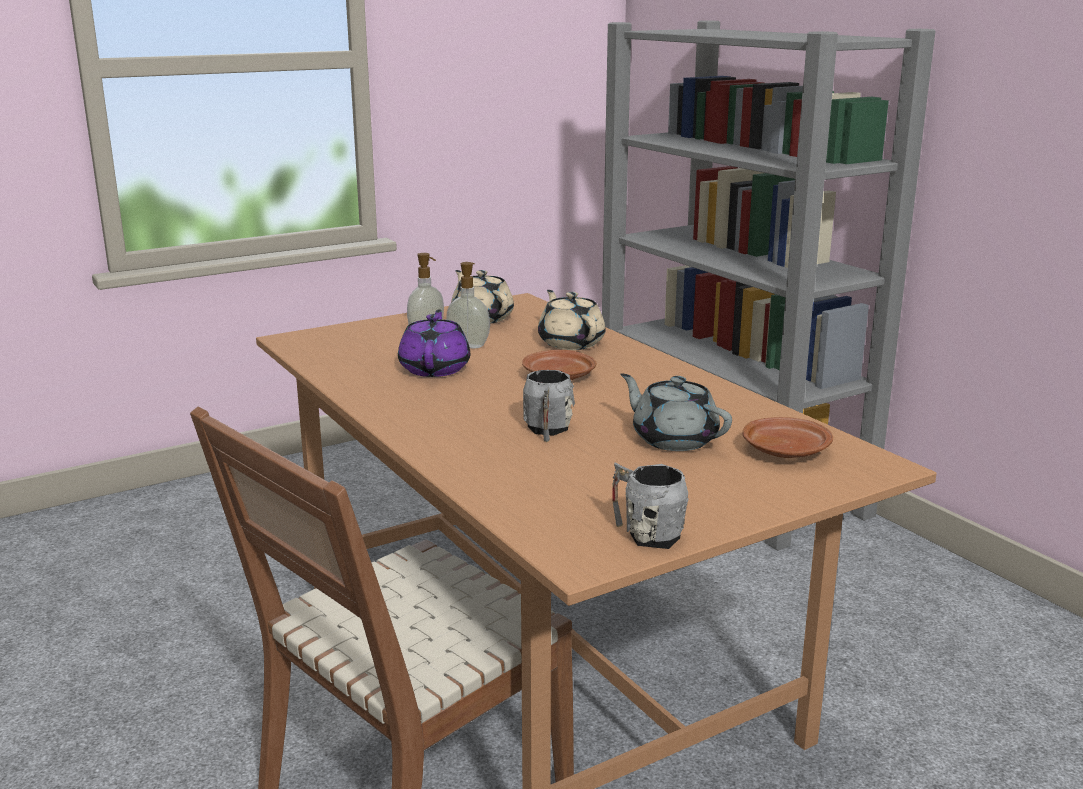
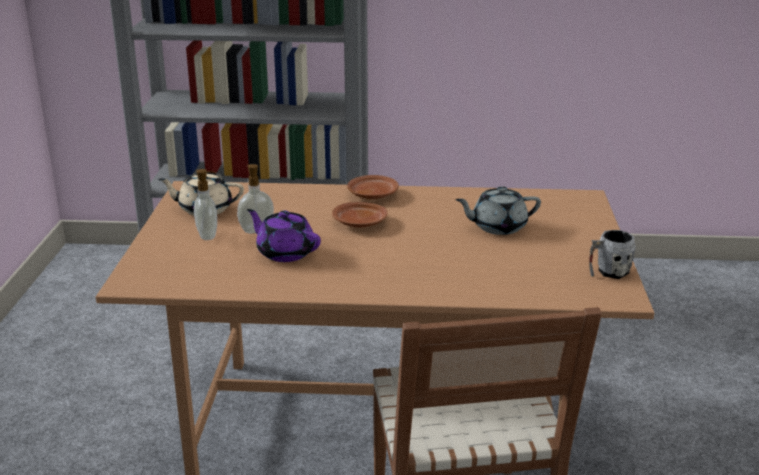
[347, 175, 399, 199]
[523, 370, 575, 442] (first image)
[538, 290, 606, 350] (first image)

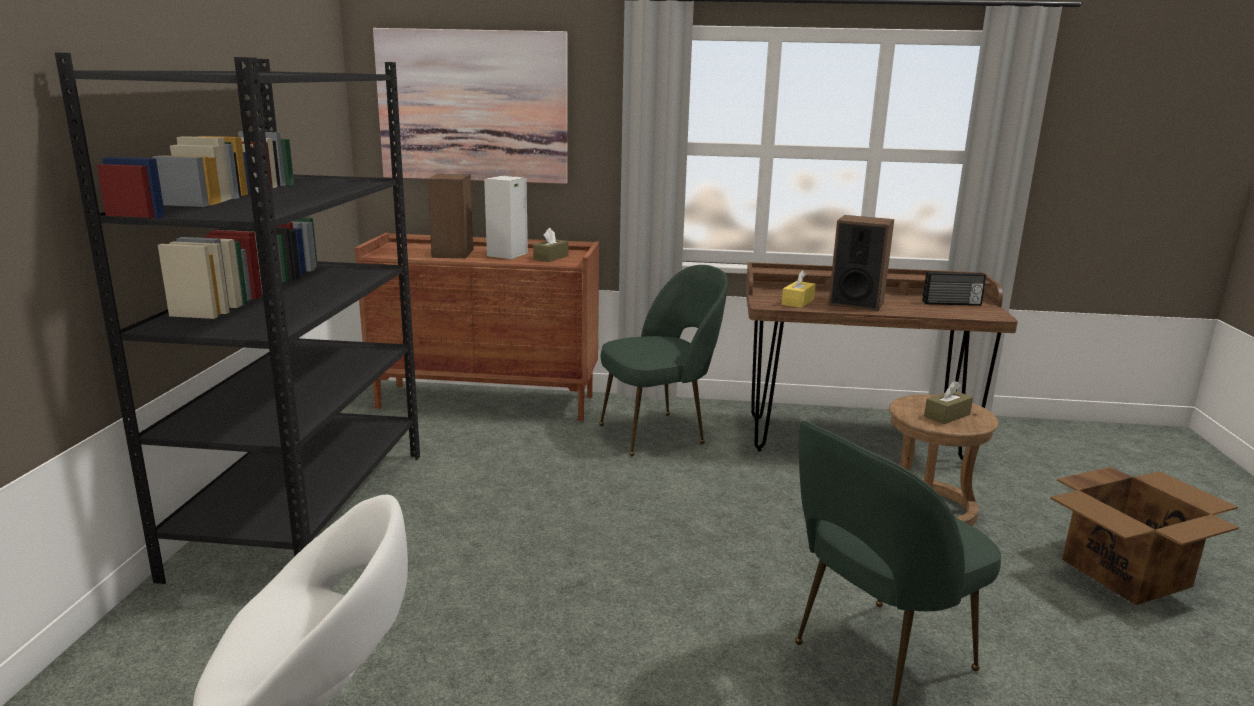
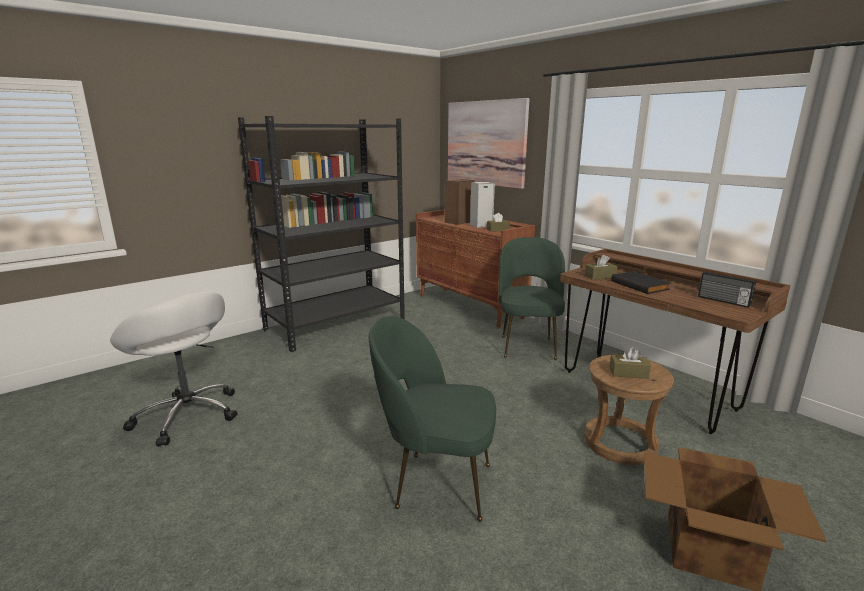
[499, 237, 565, 360]
[585, 254, 617, 280]
[611, 271, 671, 294]

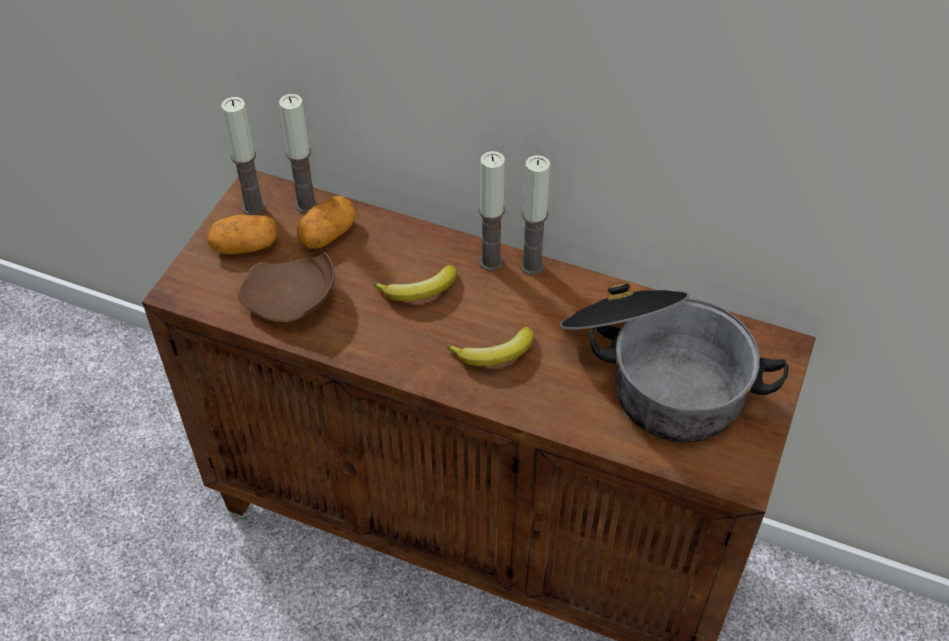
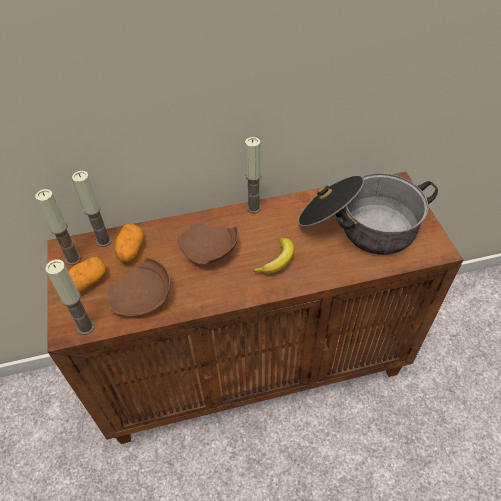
[45, 259, 95, 335]
[178, 222, 238, 264]

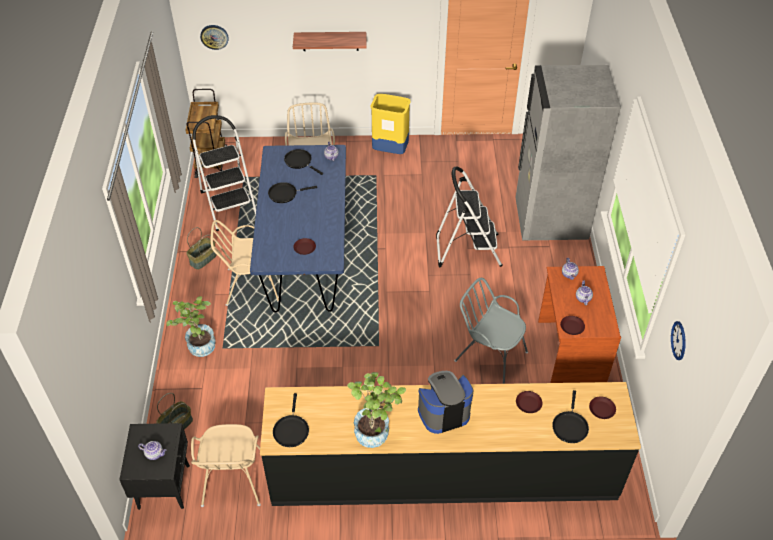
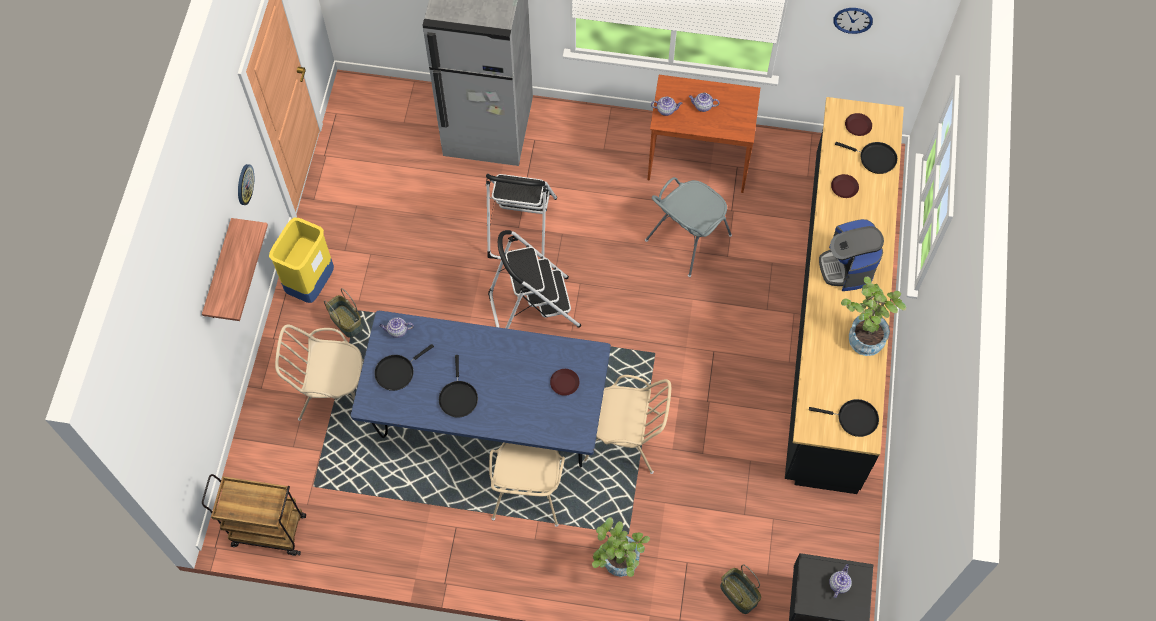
[238, 164, 254, 205]
[324, 288, 363, 338]
[488, 230, 581, 329]
[583, 375, 671, 474]
[560, 316, 585, 335] (first image)

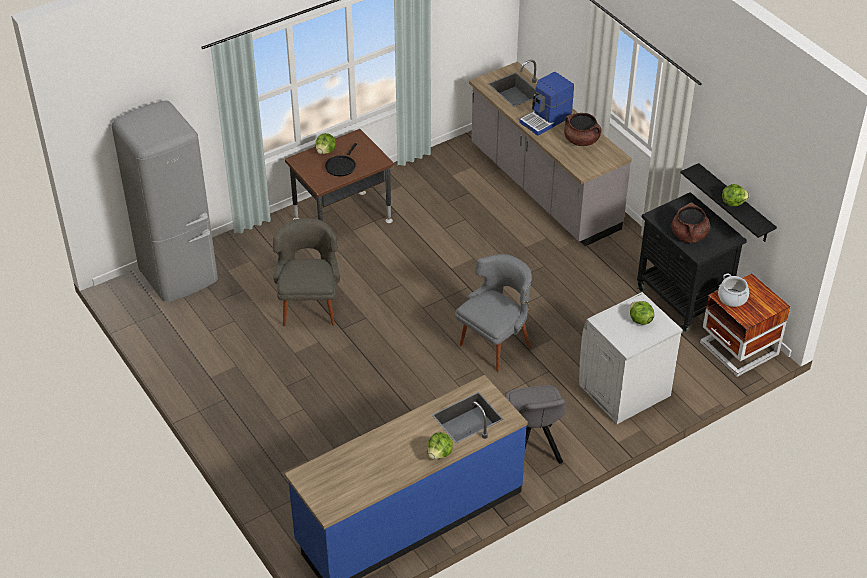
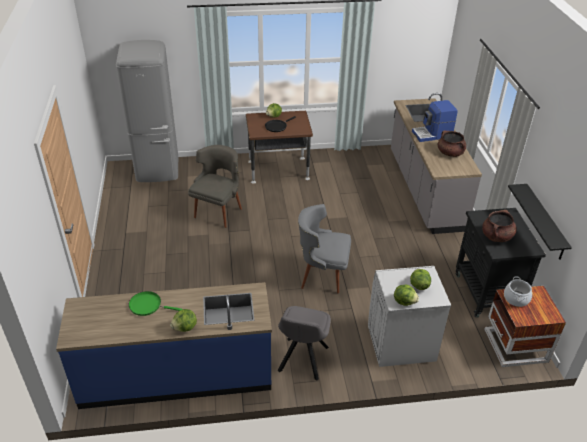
[129, 291, 183, 316]
[298, 204, 351, 294]
[394, 285, 419, 306]

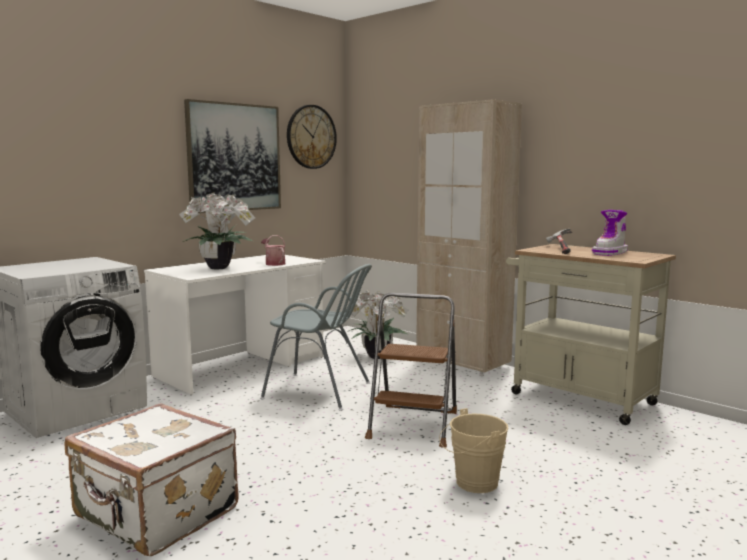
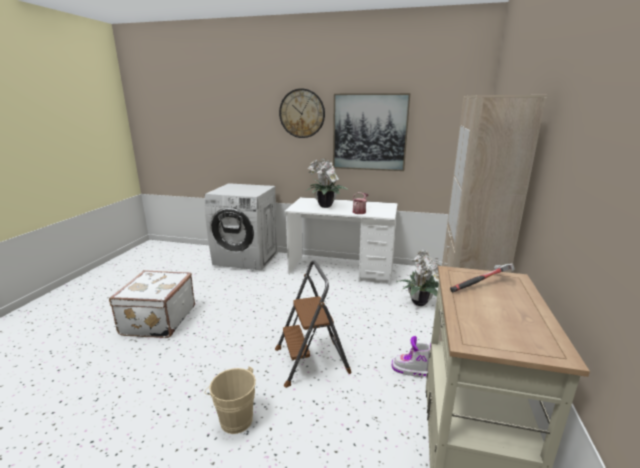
[279, 88, 325, 138]
[392, 336, 431, 377]
[260, 264, 372, 411] (first image)

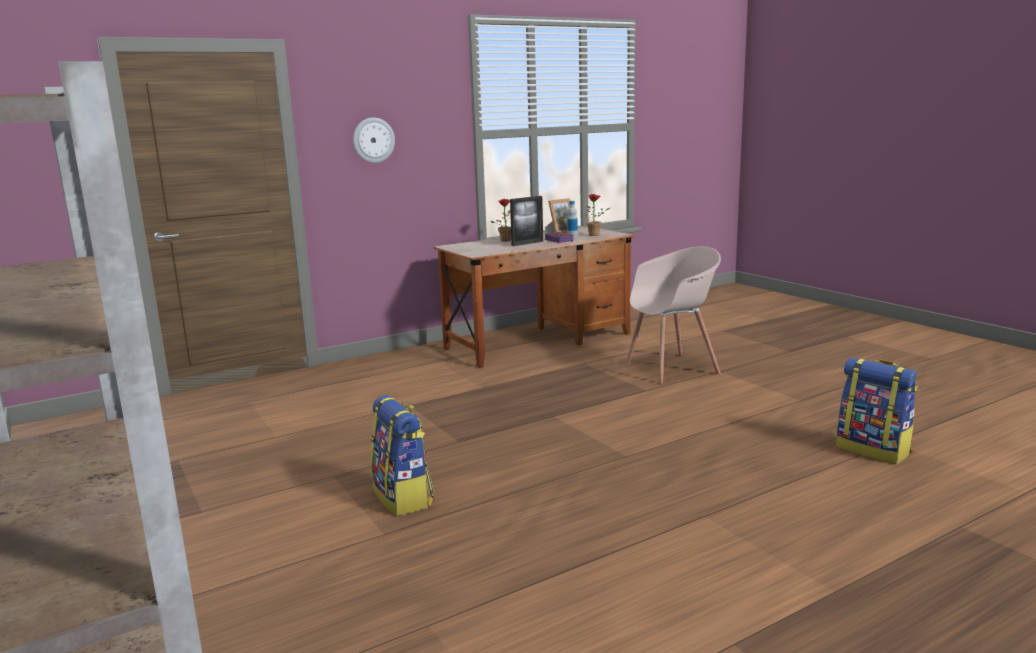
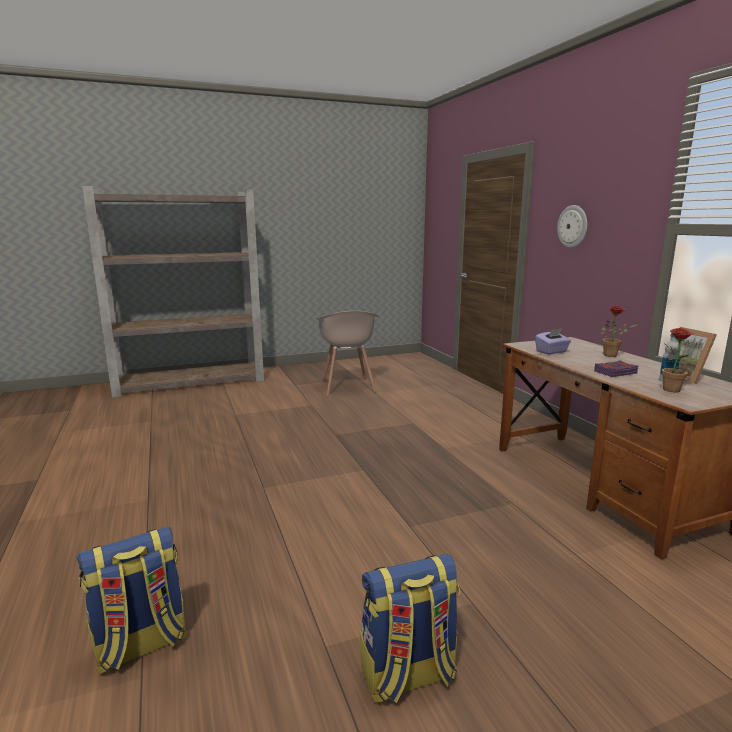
[316, 311, 380, 396]
[360, 554, 460, 703]
[535, 328, 571, 354]
[510, 196, 543, 246] (first image)

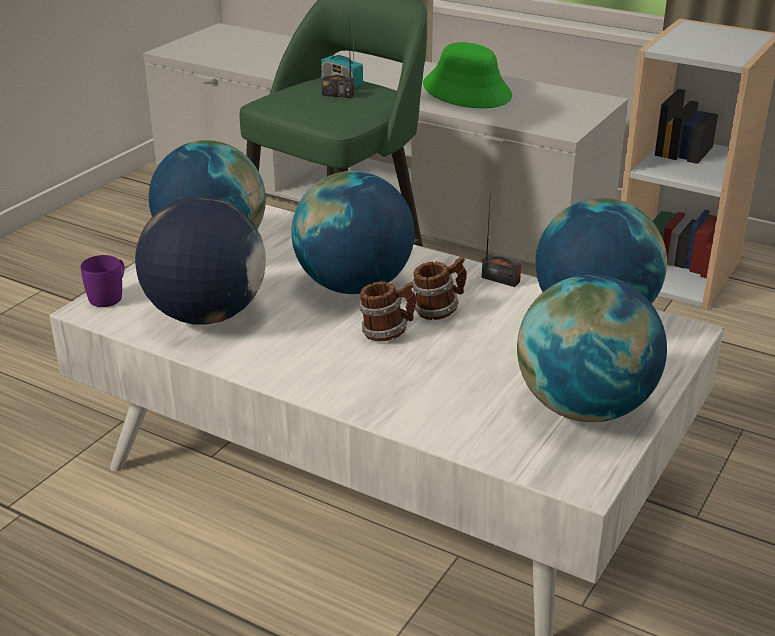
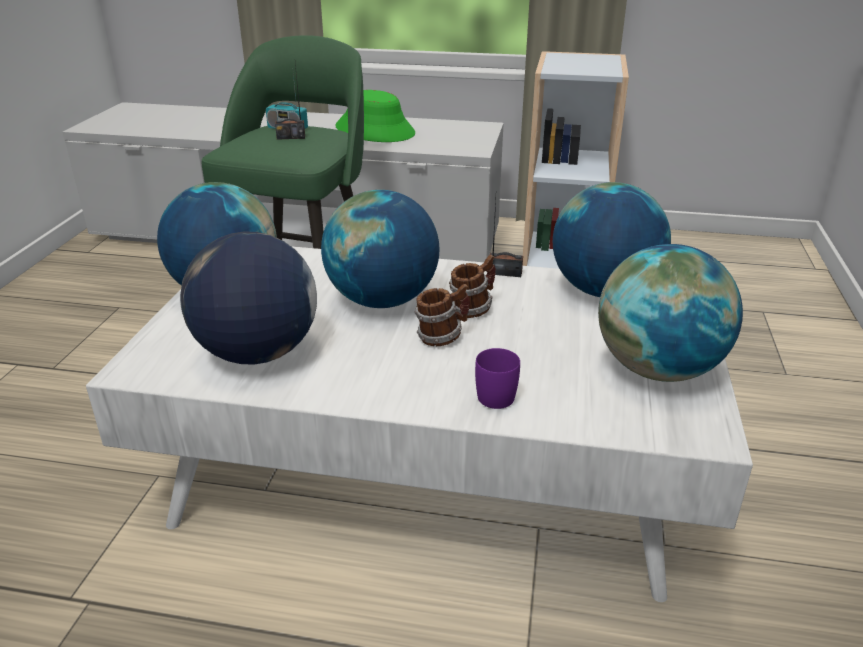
[475, 348, 520, 409]

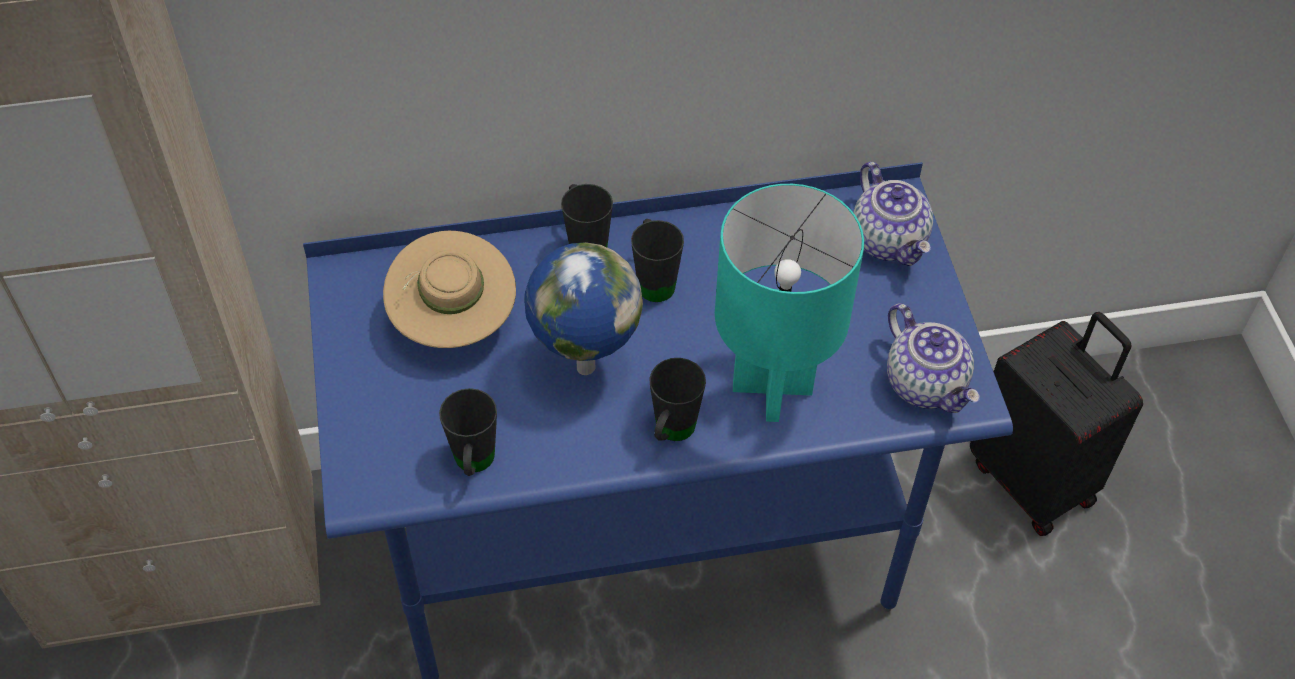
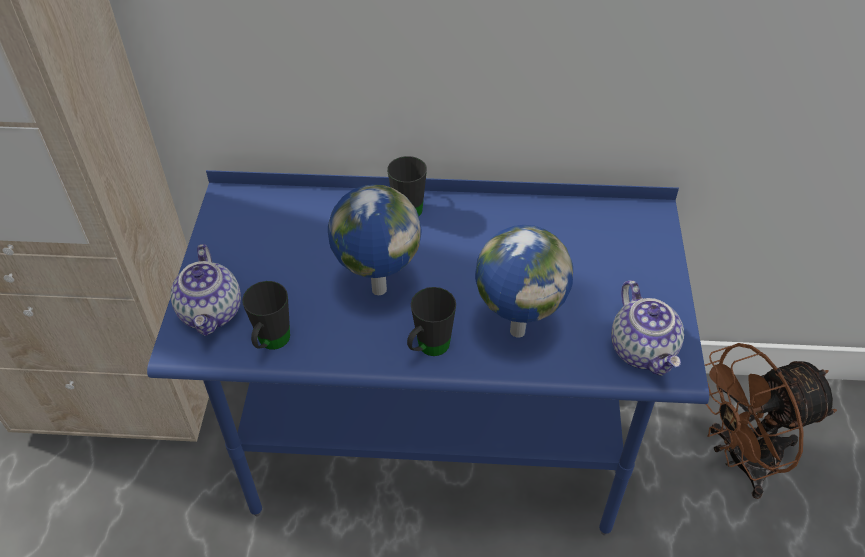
[171, 244, 241, 336]
[475, 225, 573, 338]
[705, 343, 837, 499]
[383, 231, 516, 348] (first image)
[631, 219, 684, 302] (first image)

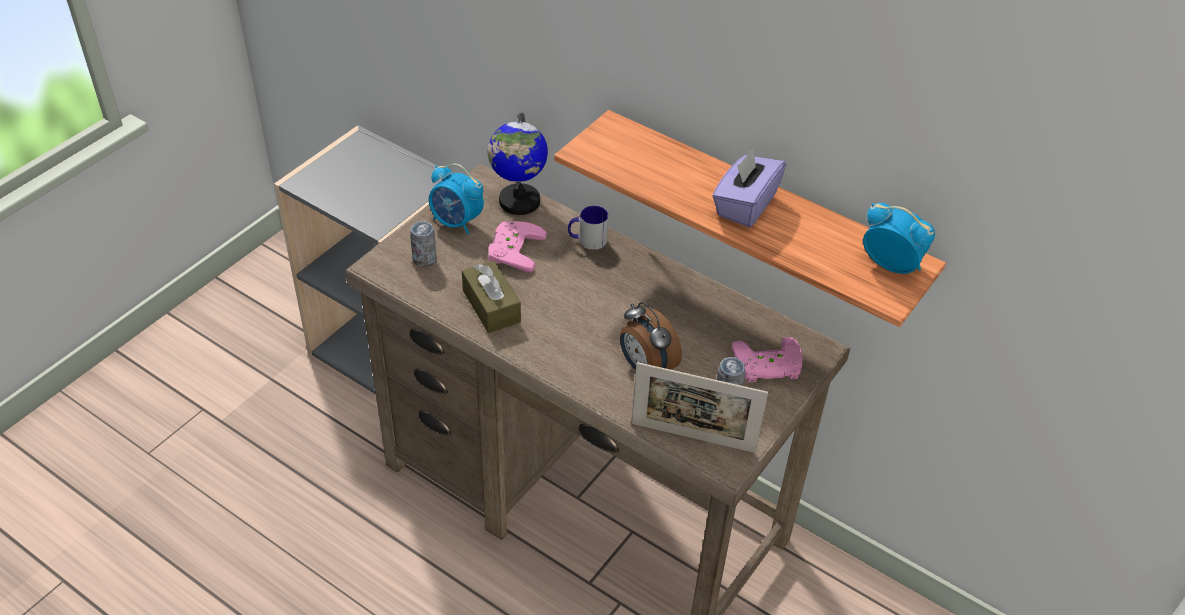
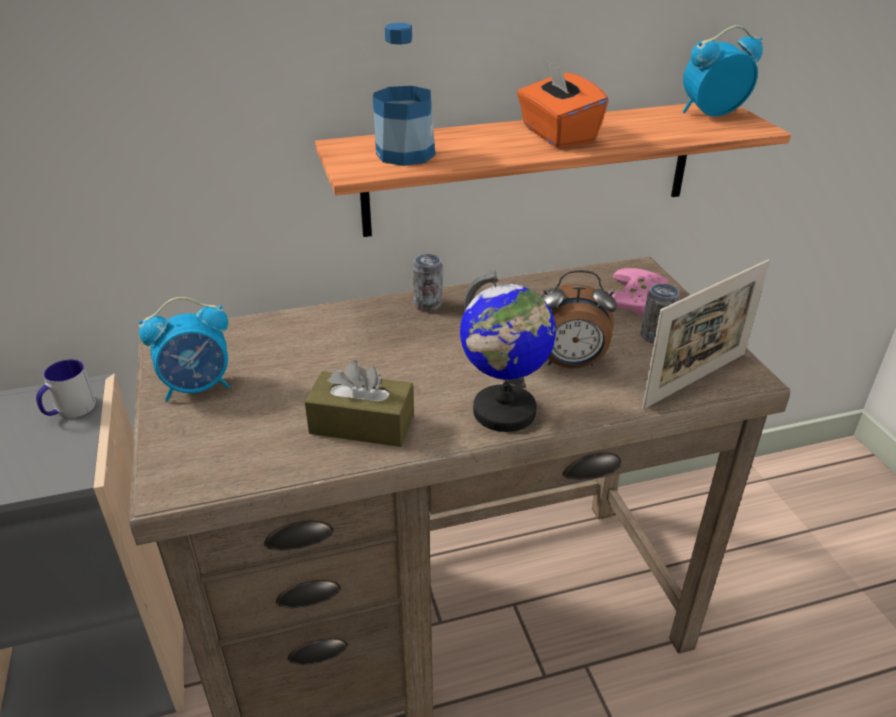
[36, 359, 96, 418]
[373, 23, 435, 166]
[413, 254, 443, 311]
[460, 270, 556, 432]
[517, 61, 609, 148]
[488, 221, 547, 272] (first image)

